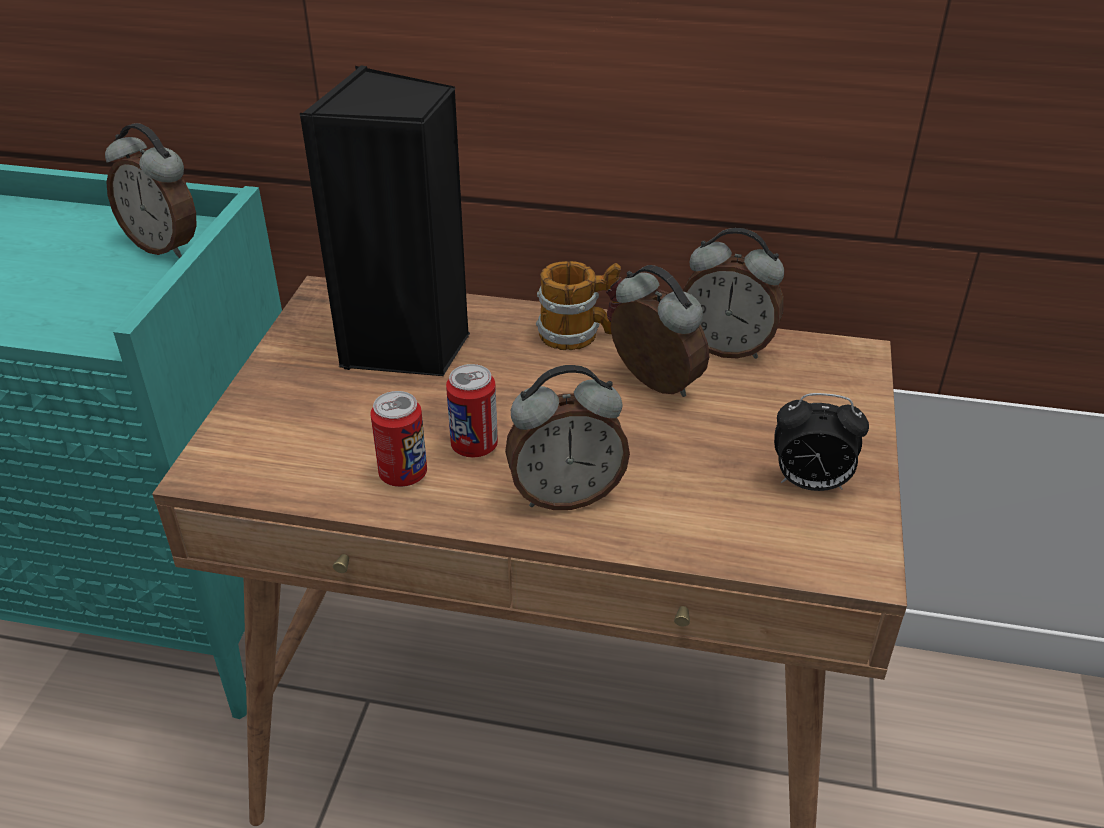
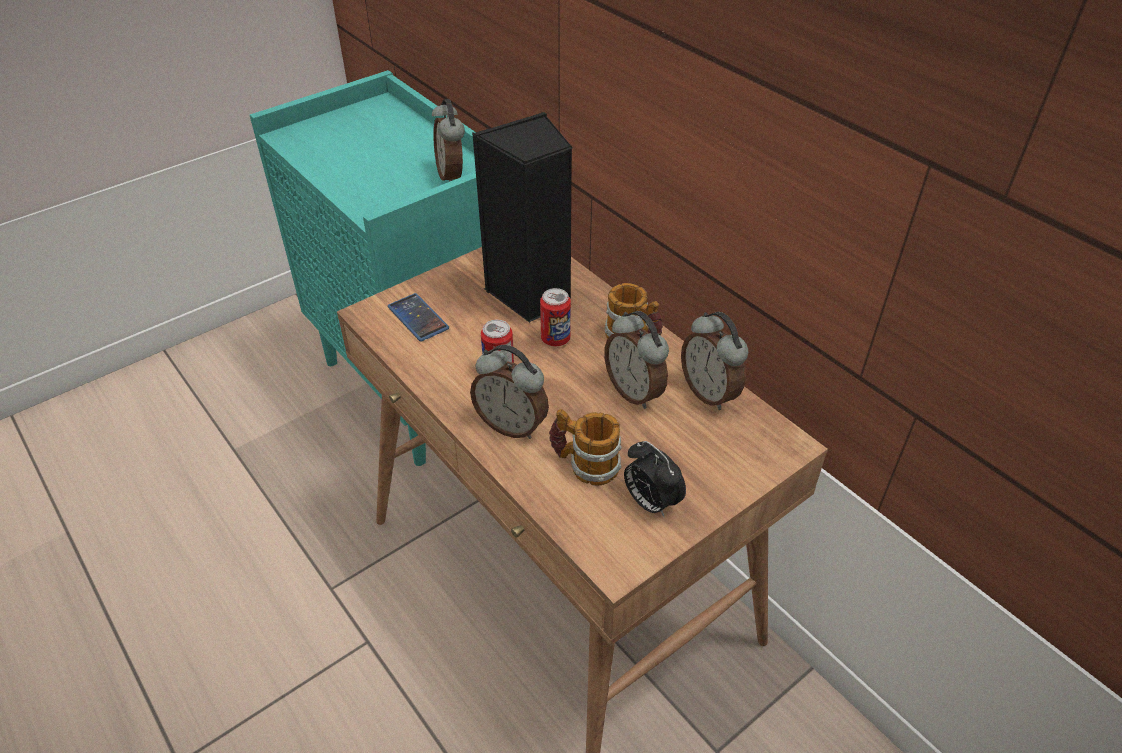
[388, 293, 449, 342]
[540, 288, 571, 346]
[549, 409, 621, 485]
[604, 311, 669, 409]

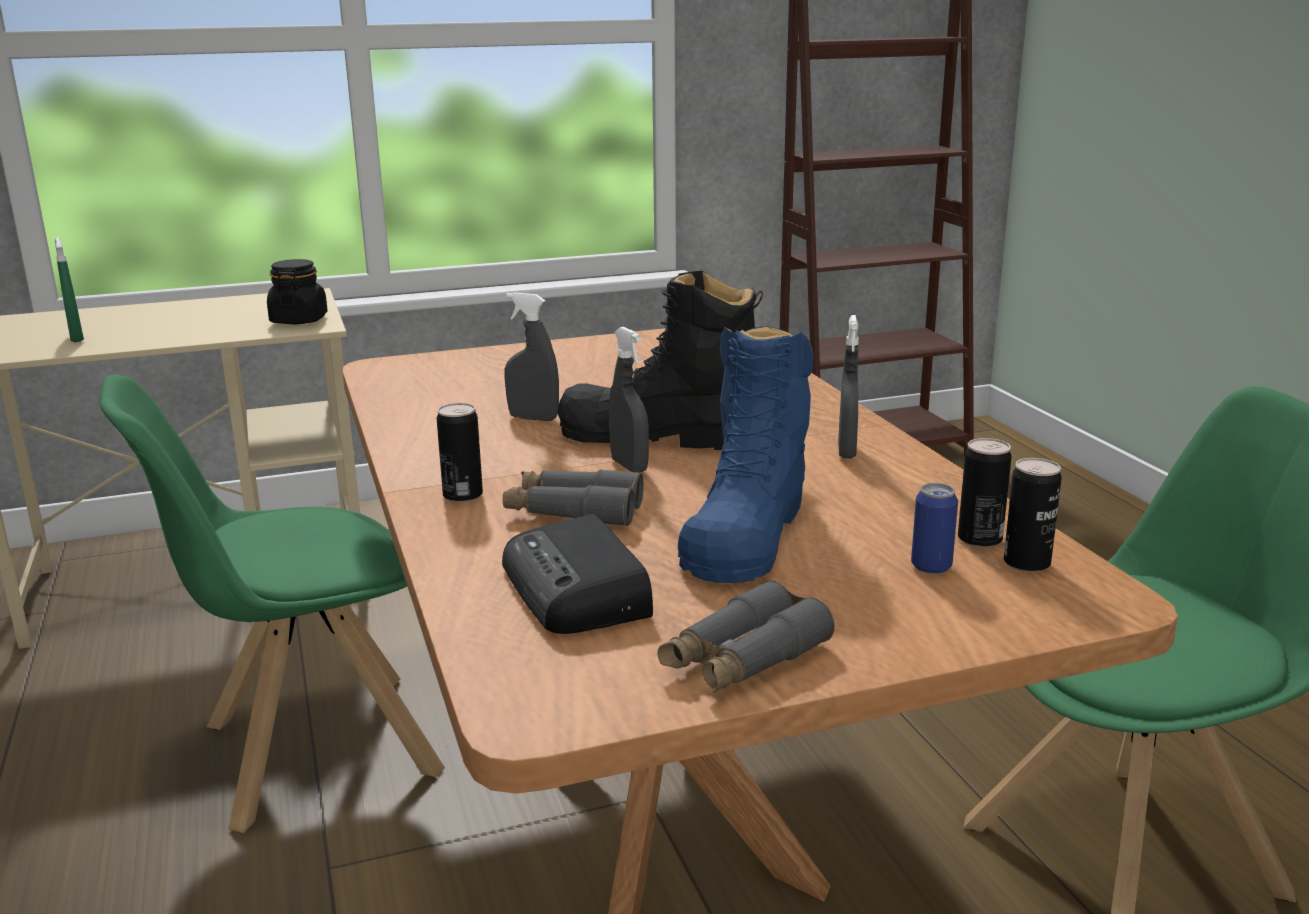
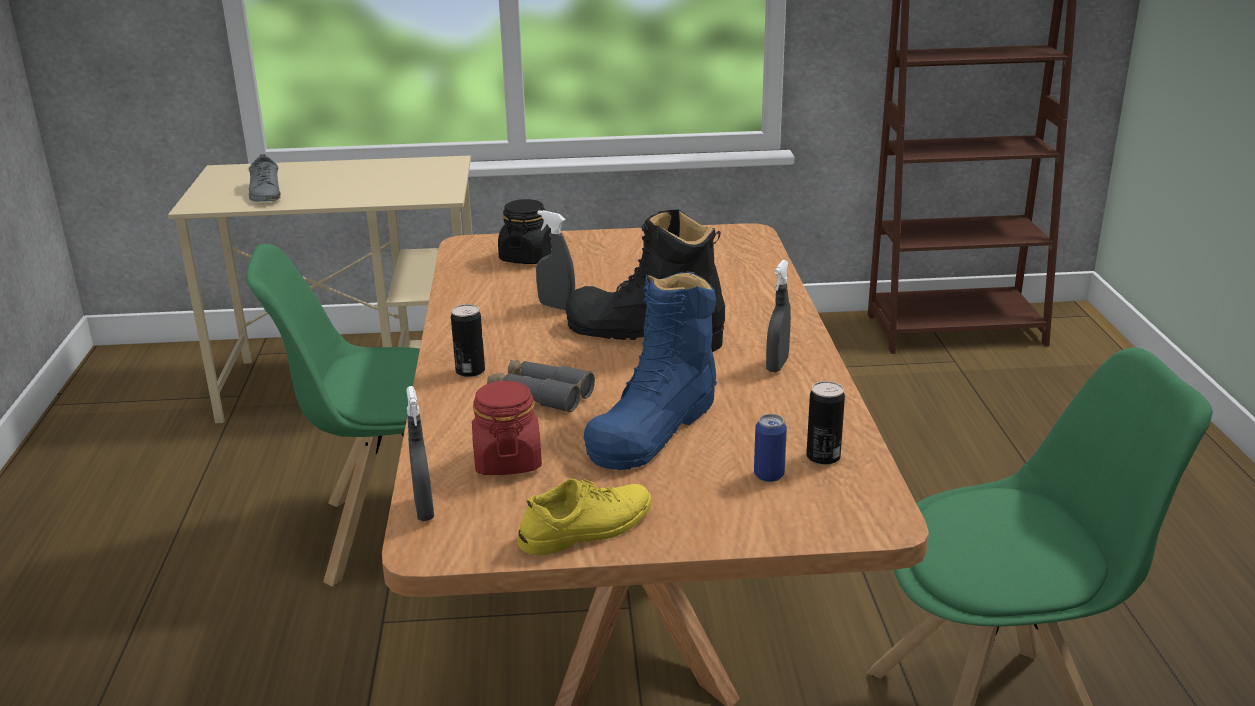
[247, 154, 280, 202]
[407, 386, 434, 521]
[472, 381, 542, 475]
[498, 199, 552, 264]
[518, 478, 652, 556]
[1004, 458, 1062, 572] (first image)

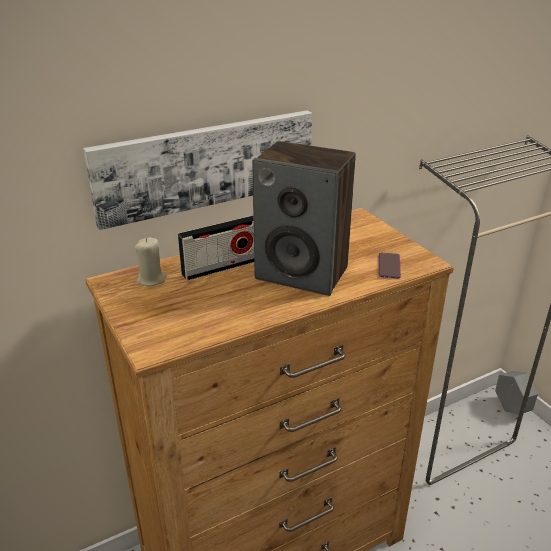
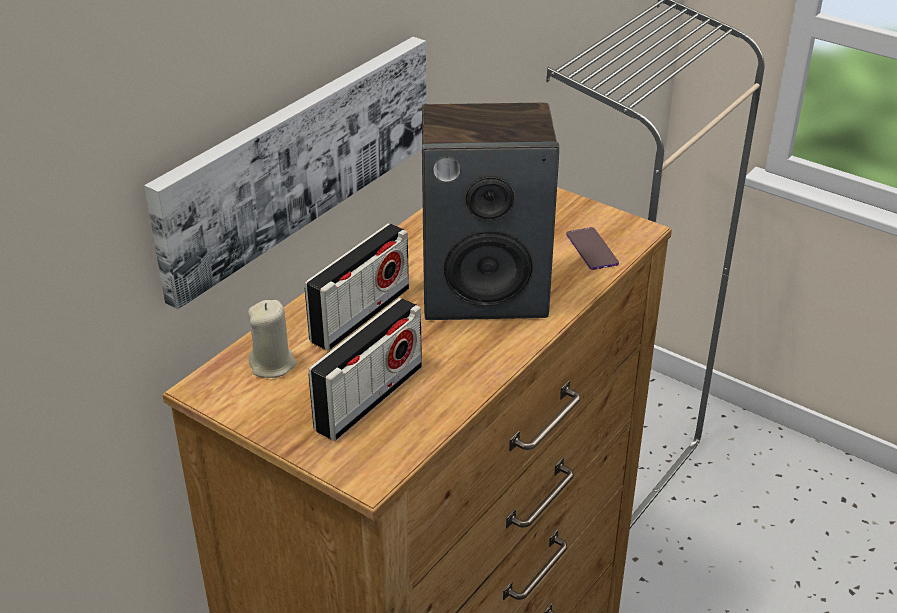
[308, 298, 422, 441]
[495, 371, 538, 414] (first image)

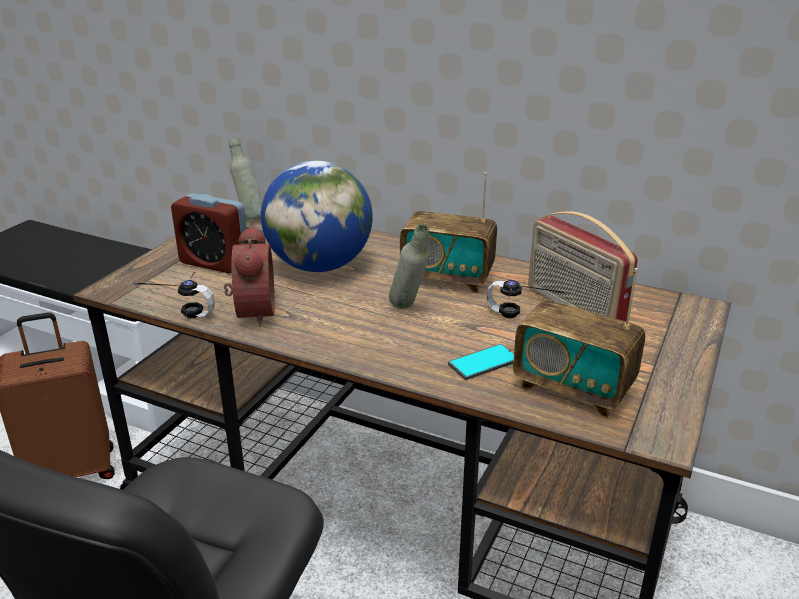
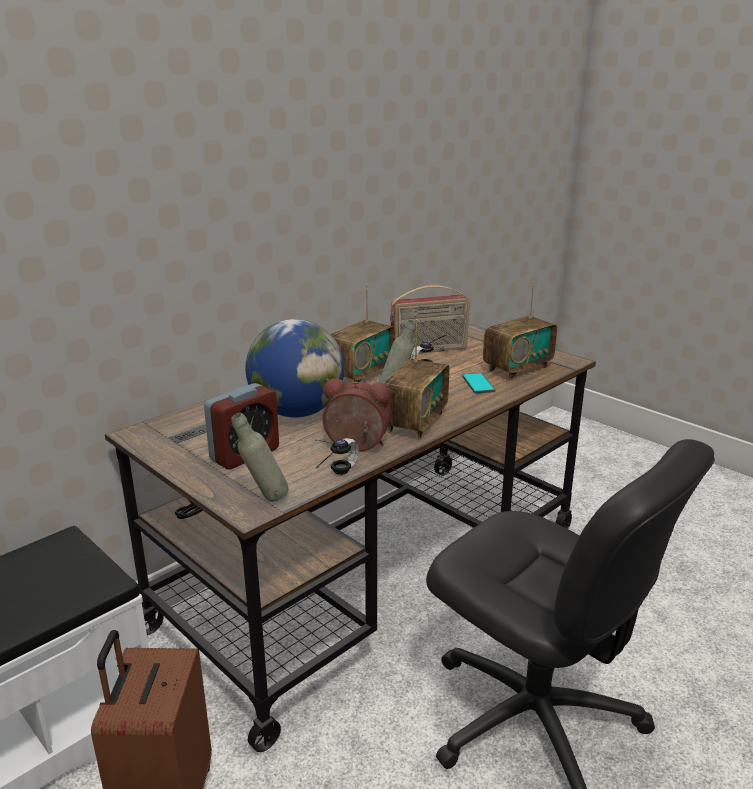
[231, 413, 288, 502]
[383, 319, 449, 439]

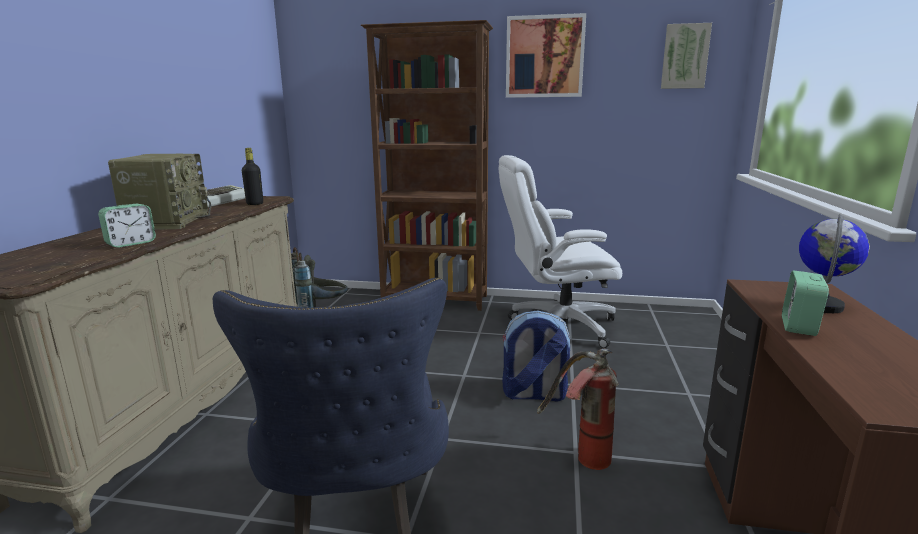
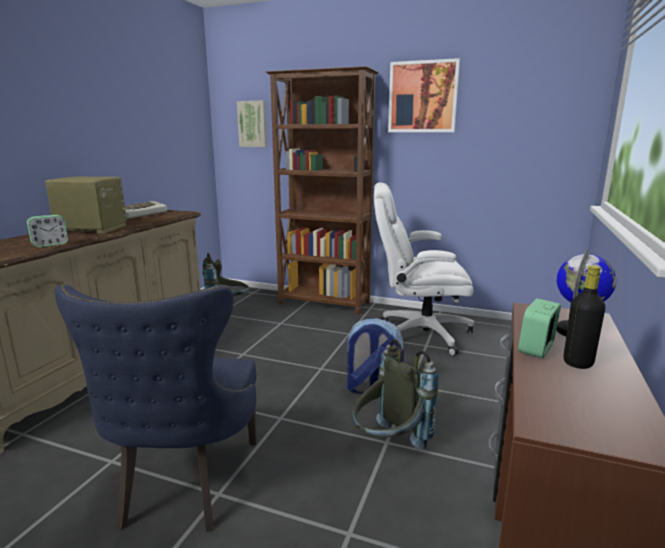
[45, 176, 127, 233]
[237, 101, 267, 147]
[352, 339, 439, 450]
[563, 265, 605, 369]

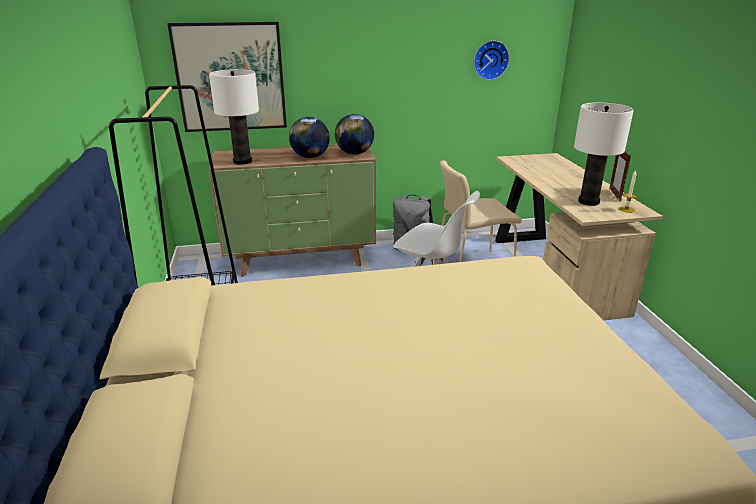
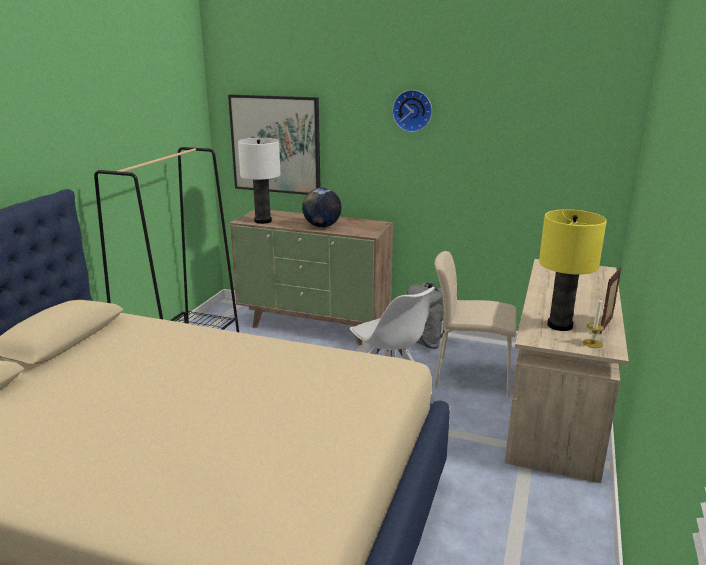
[392, 90, 432, 132]
[539, 209, 607, 331]
[335, 114, 374, 155] (first image)

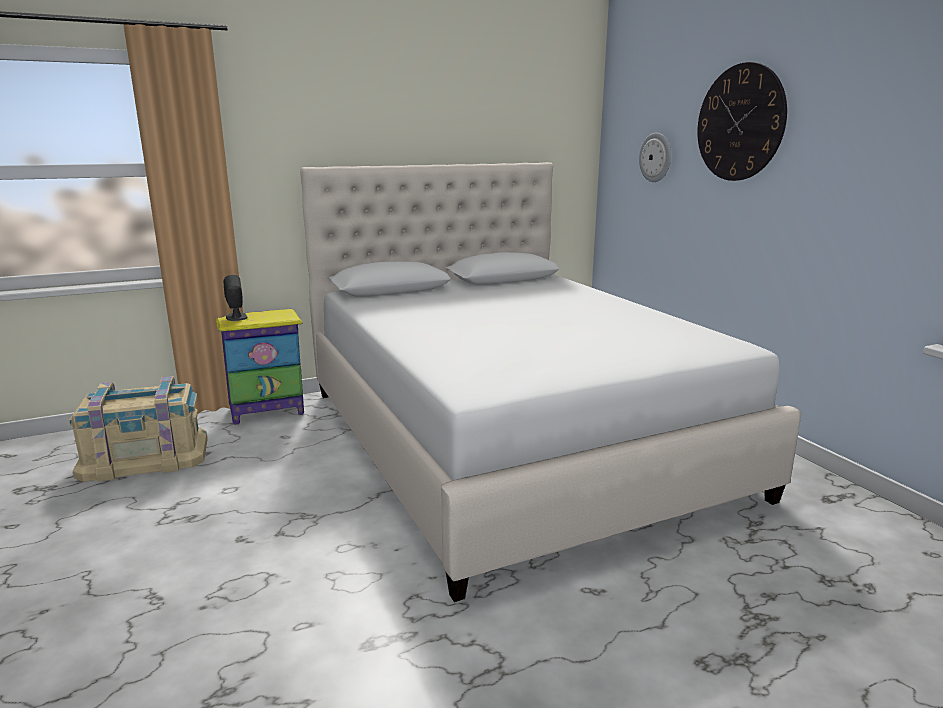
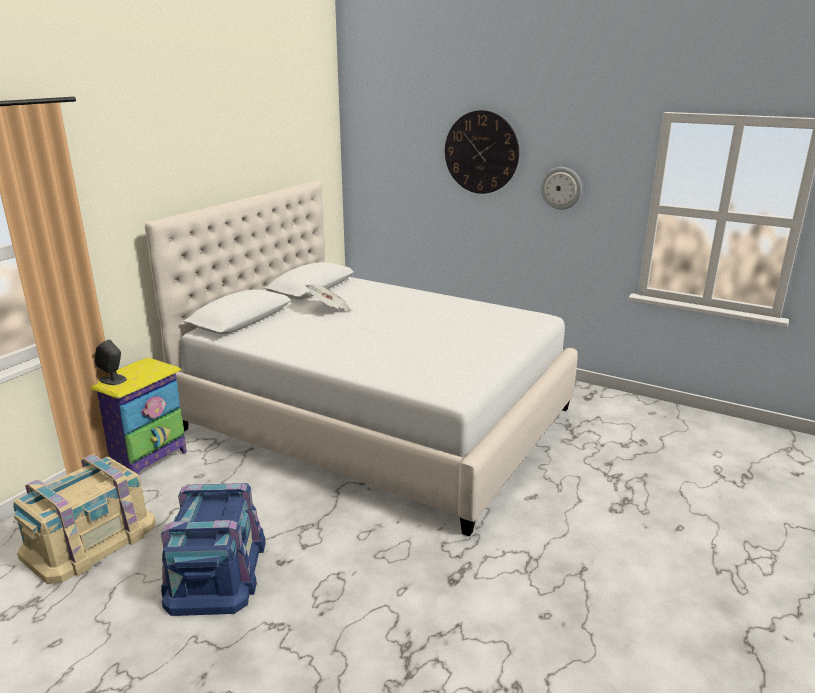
[161, 483, 266, 616]
[305, 284, 353, 311]
[541, 167, 582, 210]

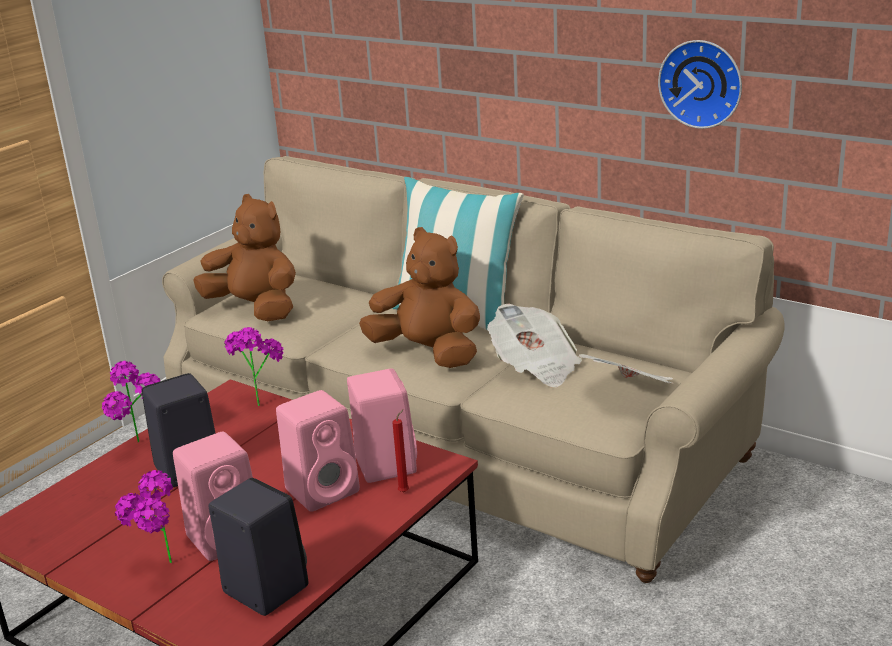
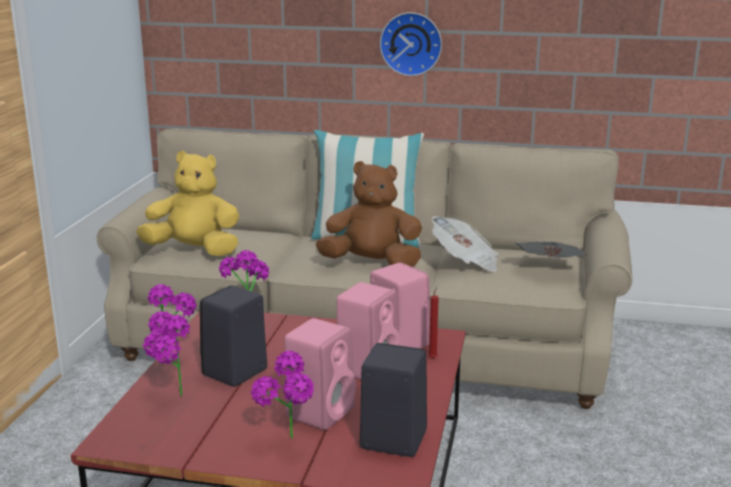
[136, 151, 239, 256]
[143, 315, 190, 397]
[380, 12, 442, 76]

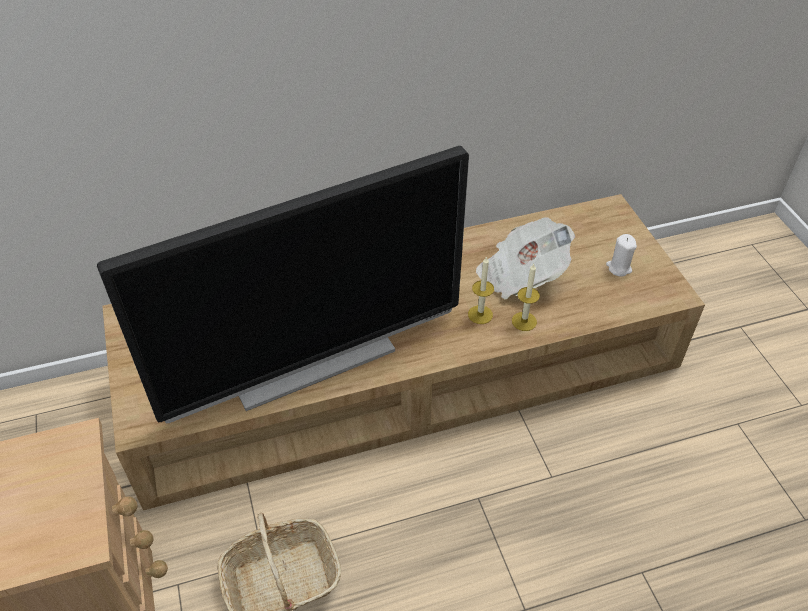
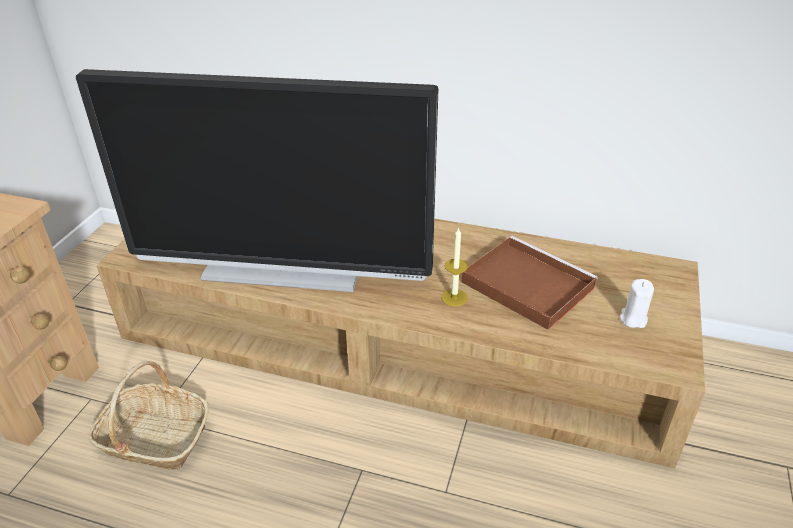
[462, 236, 598, 330]
[512, 264, 540, 331] (first image)

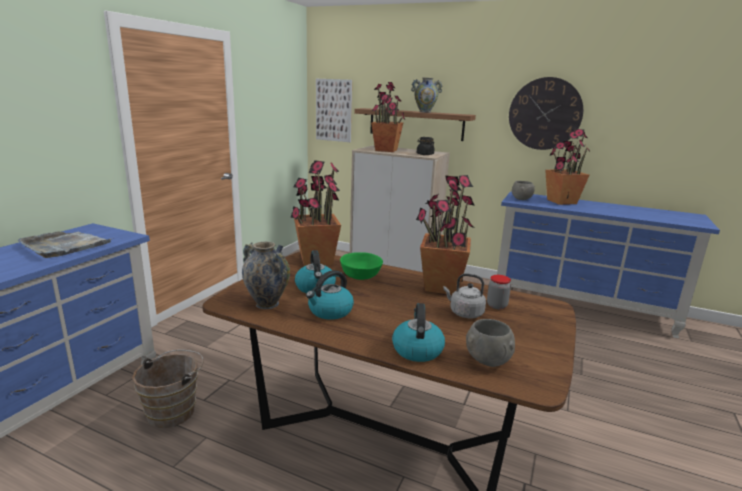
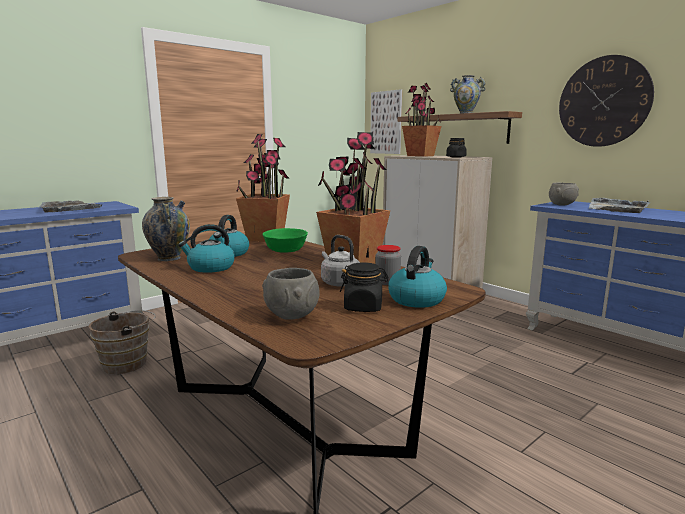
[340, 262, 389, 312]
[388, 246, 447, 308]
[589, 198, 650, 213]

